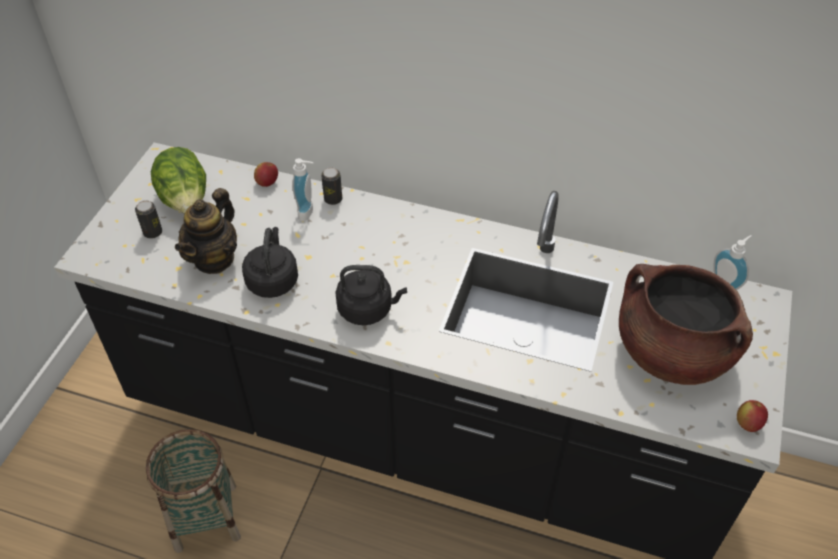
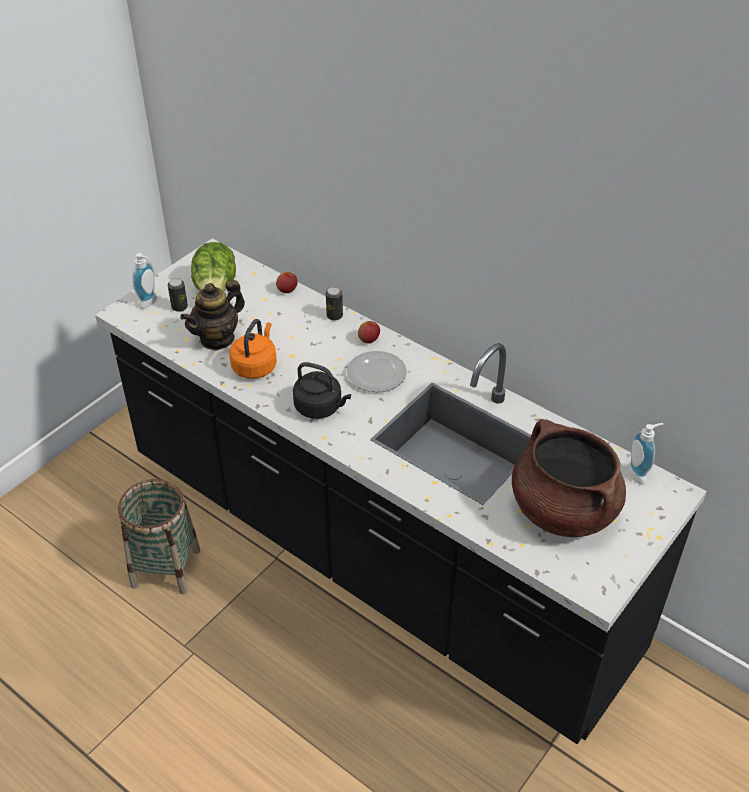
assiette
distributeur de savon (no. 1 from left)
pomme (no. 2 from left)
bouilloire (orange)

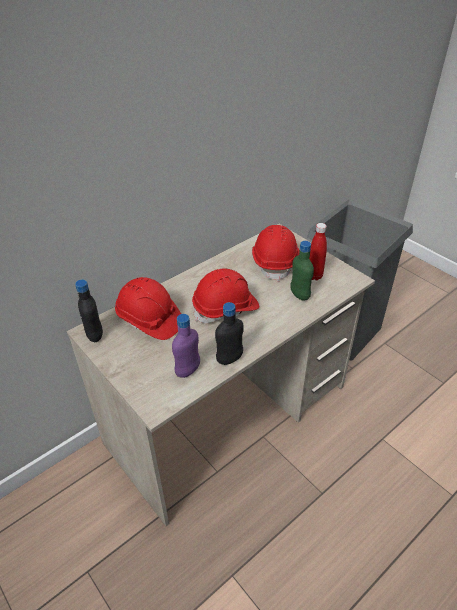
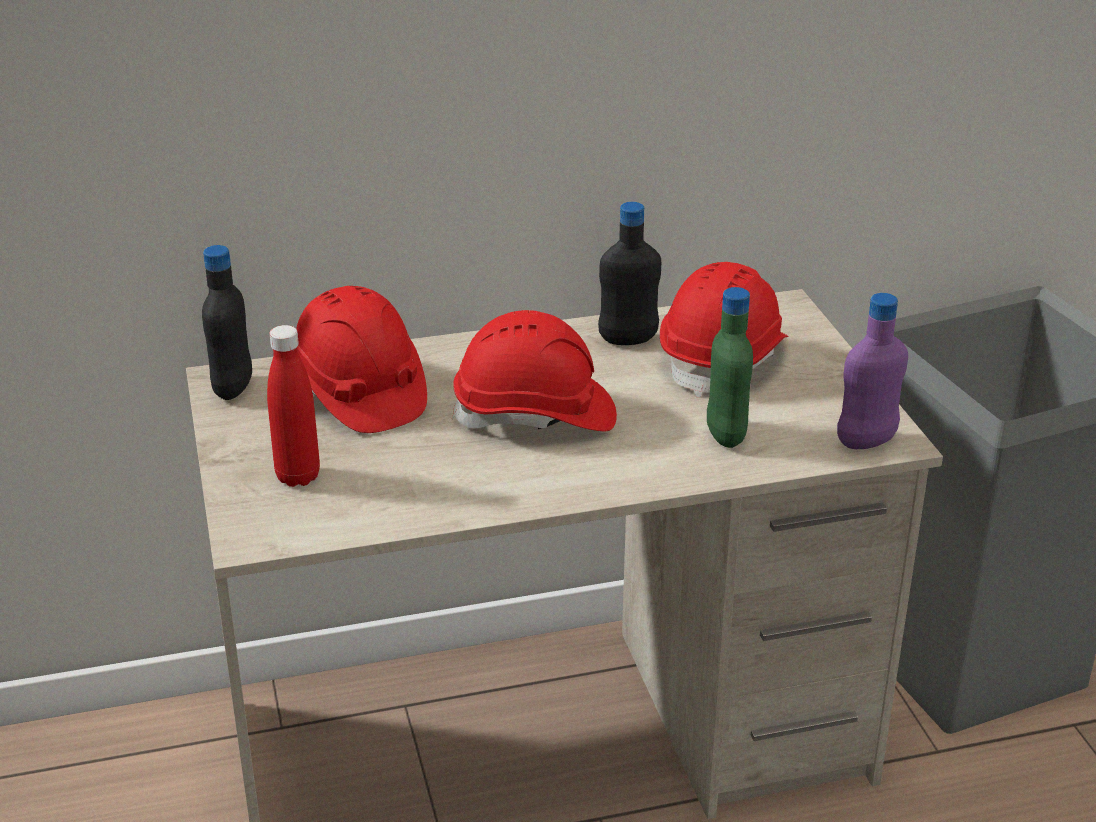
bouteille (violet)
bouteille (noir) (no. 2 from left)
bouteille (rouge)

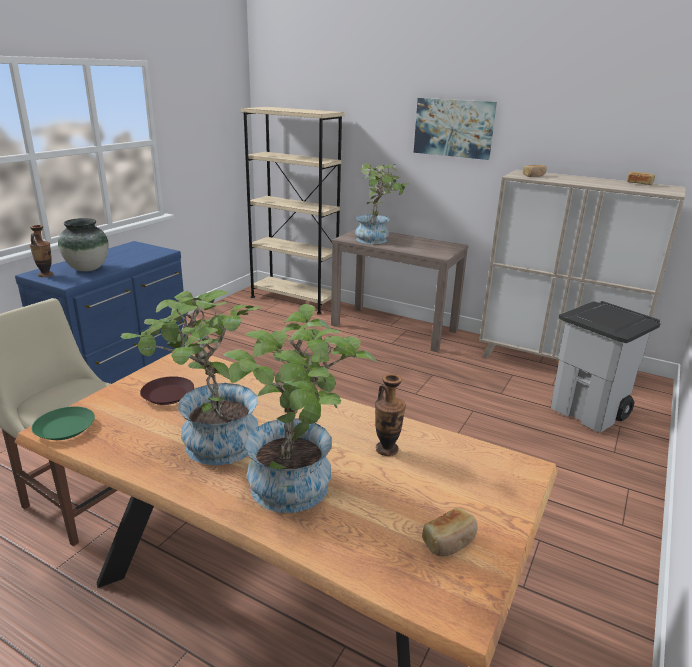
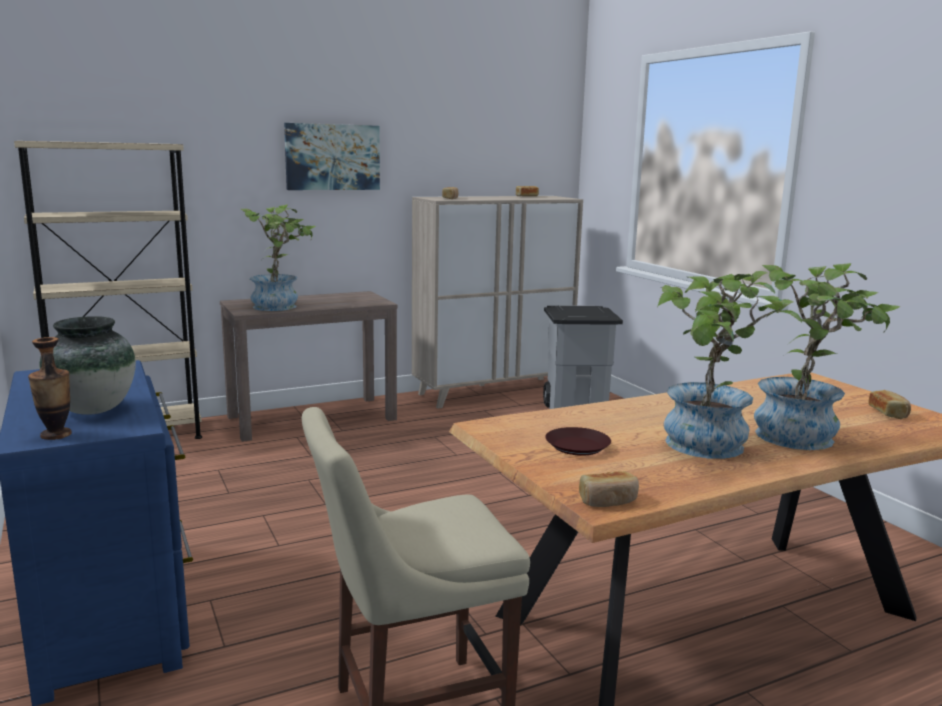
vase (no. 3 from left in the first image)
pain (no. 3 from left)

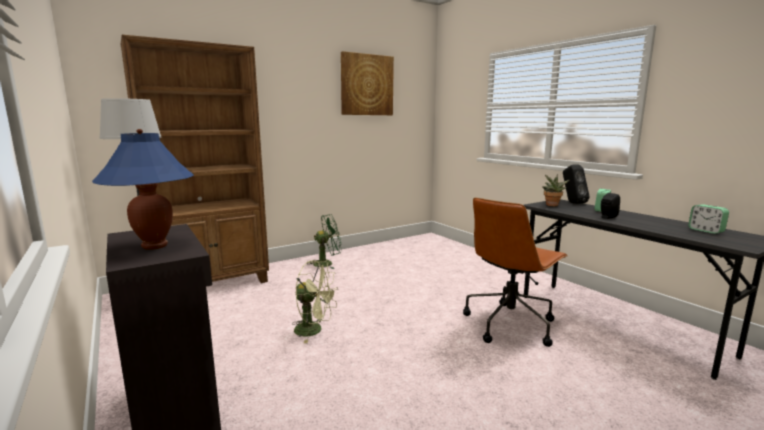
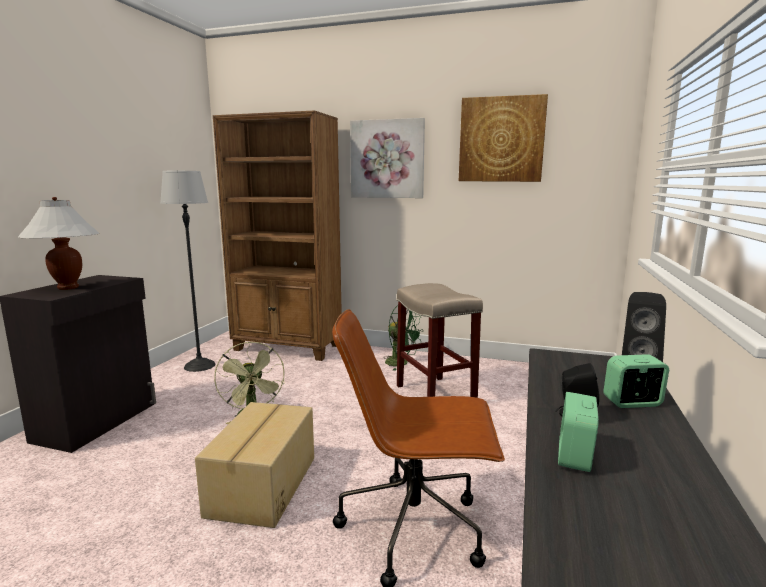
plante en pot
carton
tableau (no. 1 from left)
tabouret (beige)
réveil (no. 1 from left)
lampe de table (blanc)

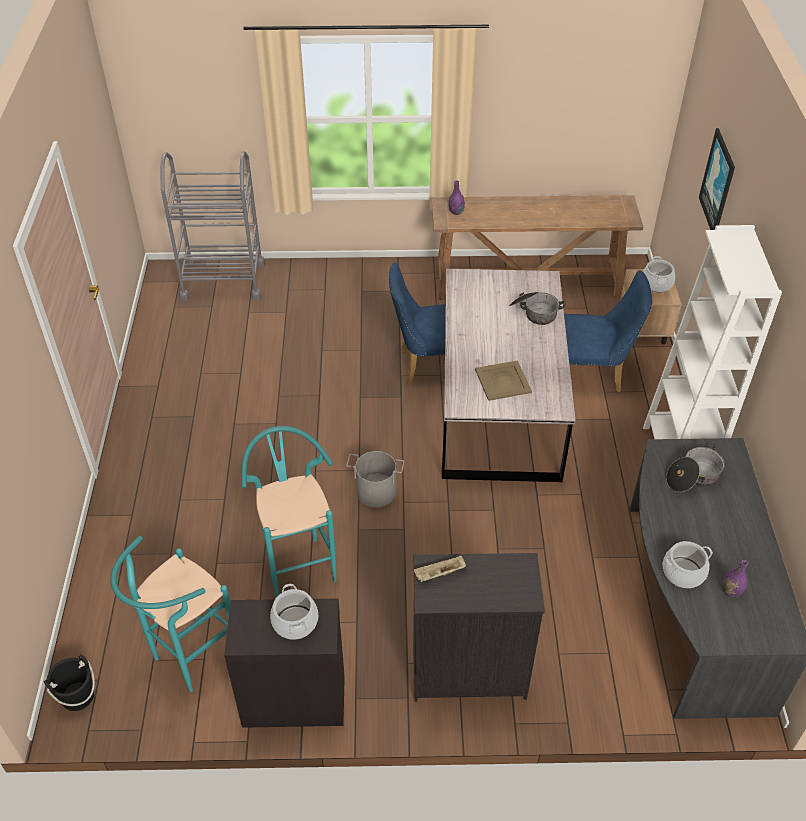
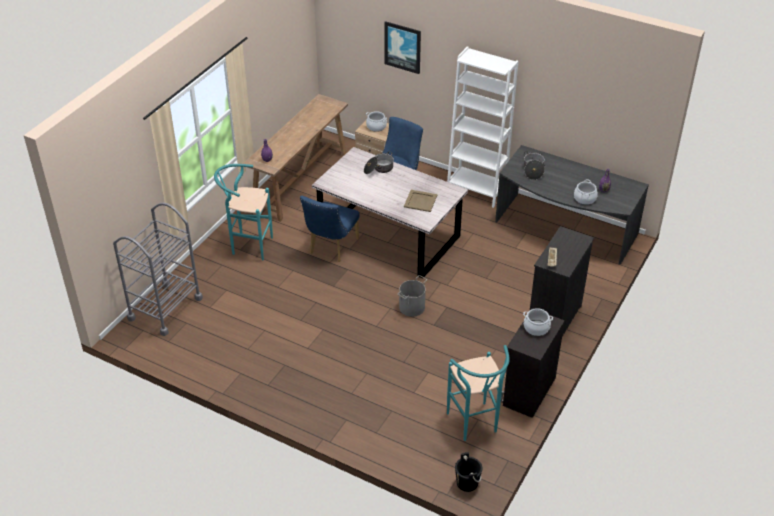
tabouret (turquoise) (no. 1 from left)

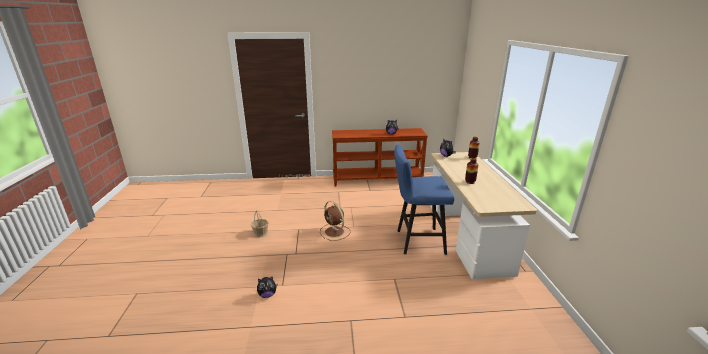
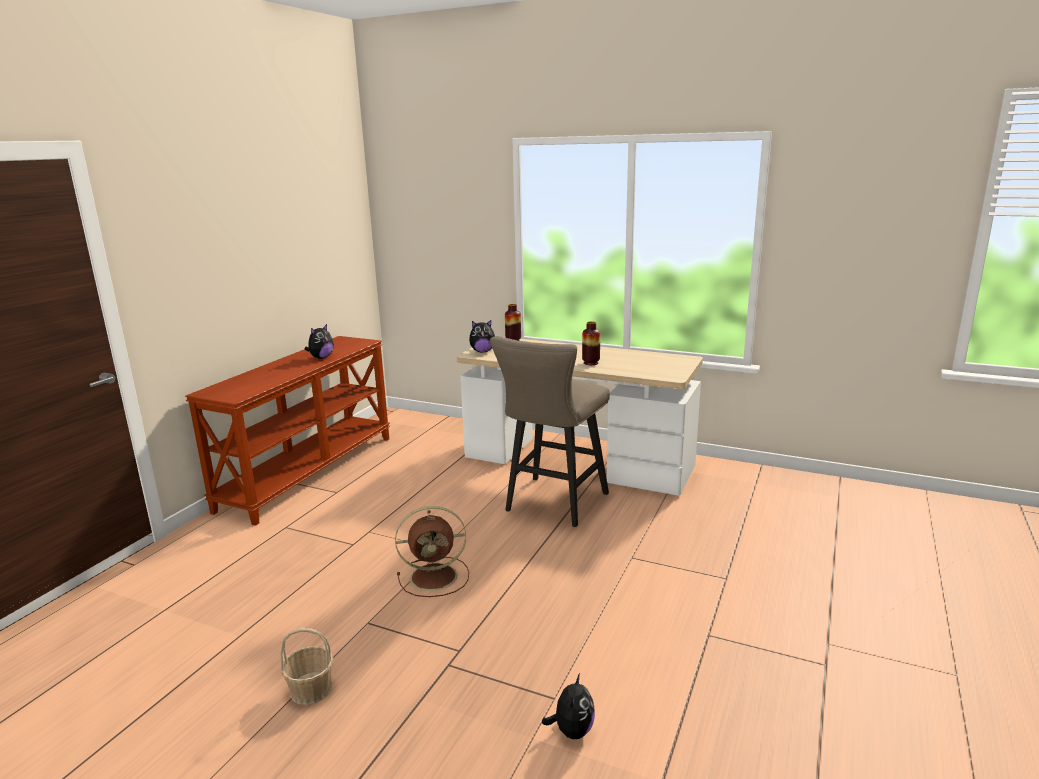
tabouret (beige)

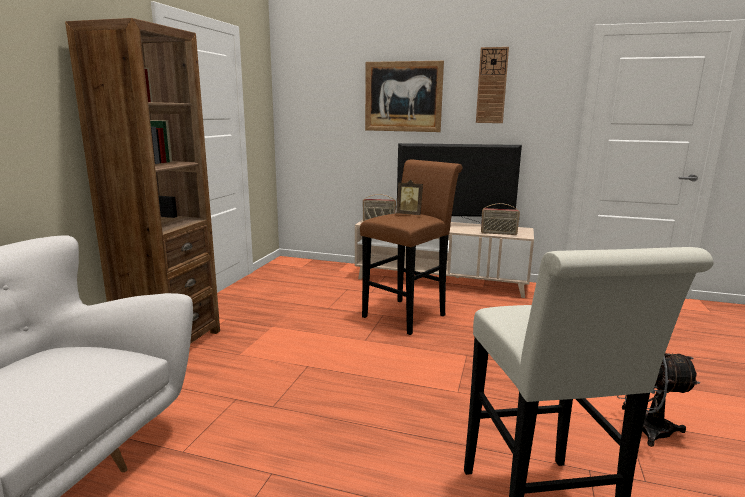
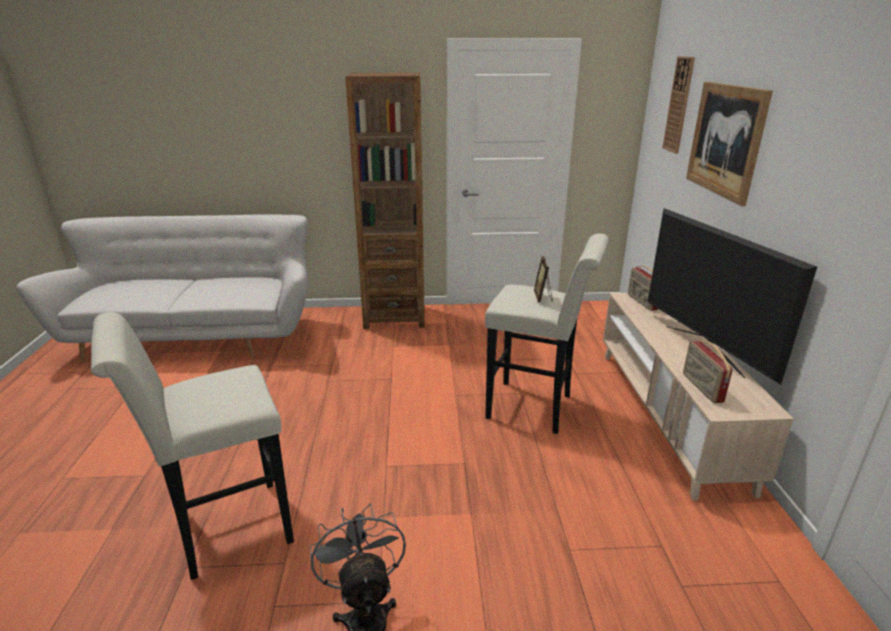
horloge murale
tabouret (blanc) (no. 2 from left)

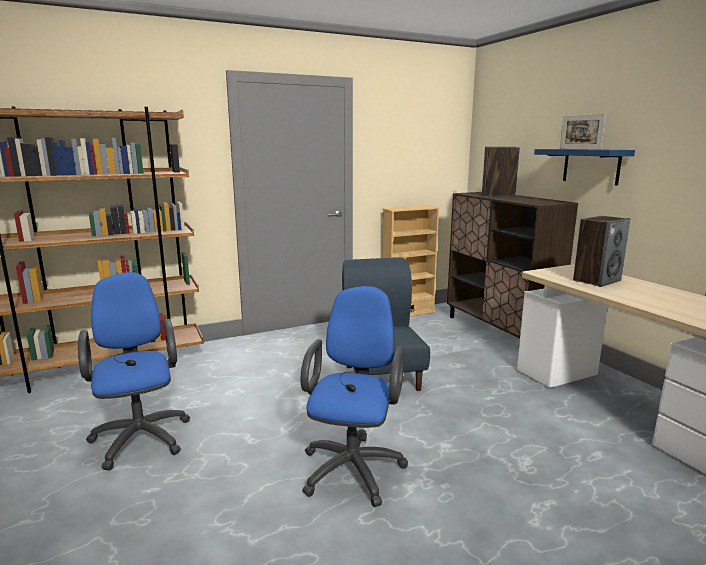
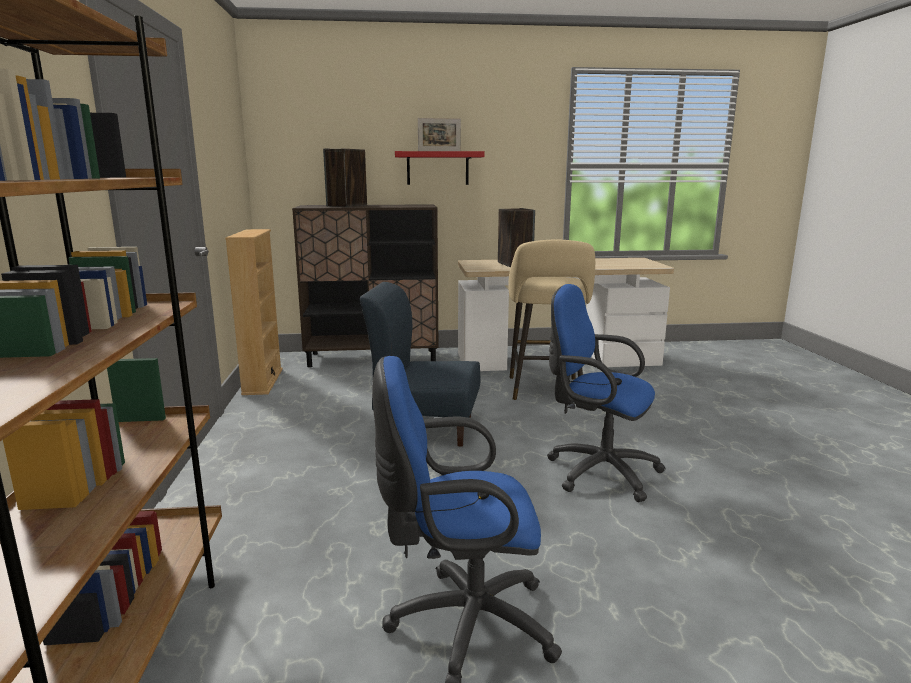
tabouret (beige)
étagère (rouge)

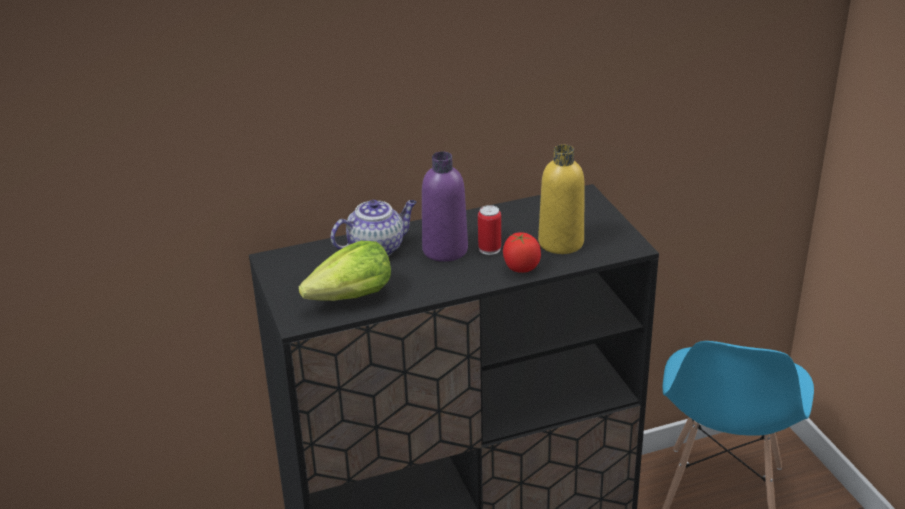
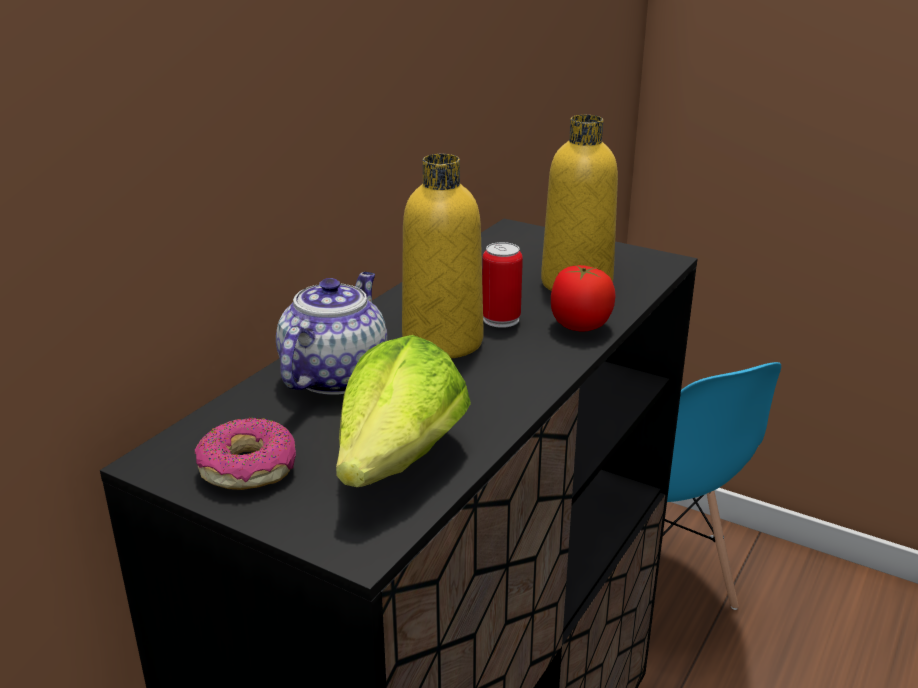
beignet
bouteille (jaune) (no. 1 from left)

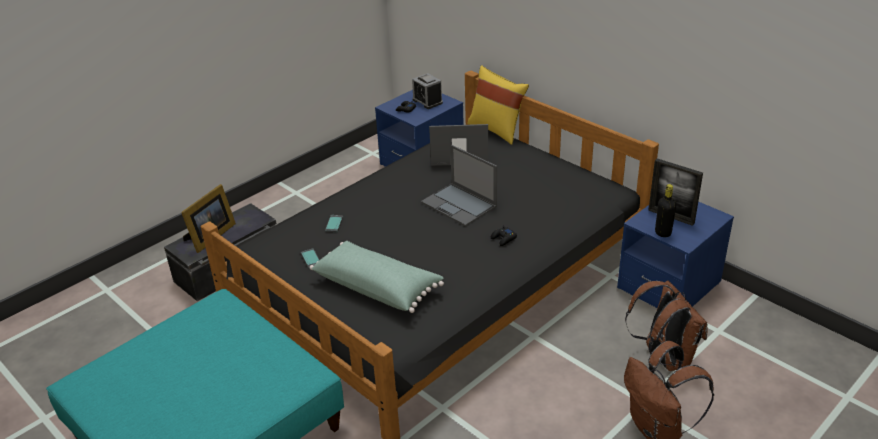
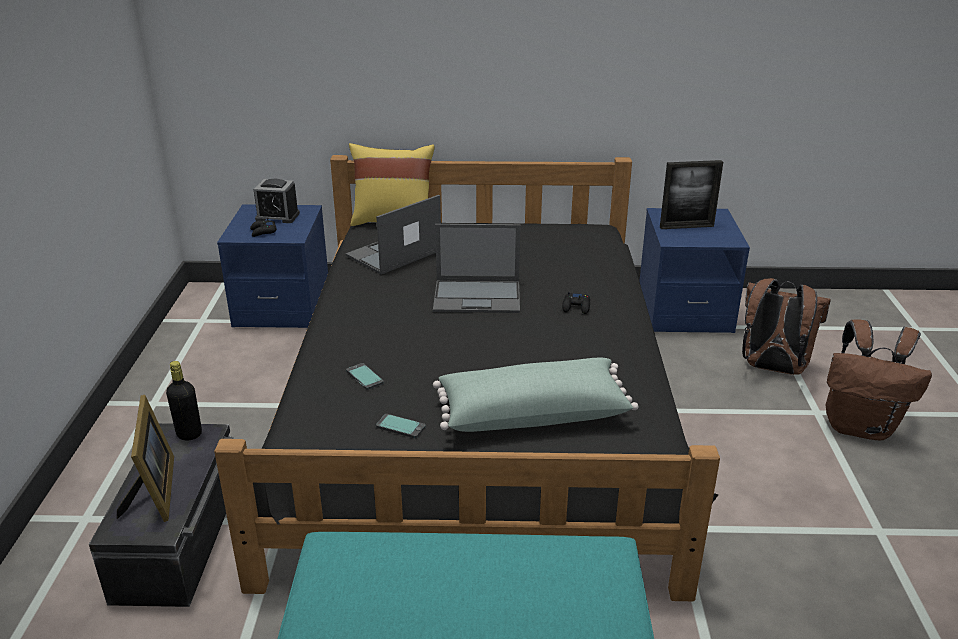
bouteille (noir)

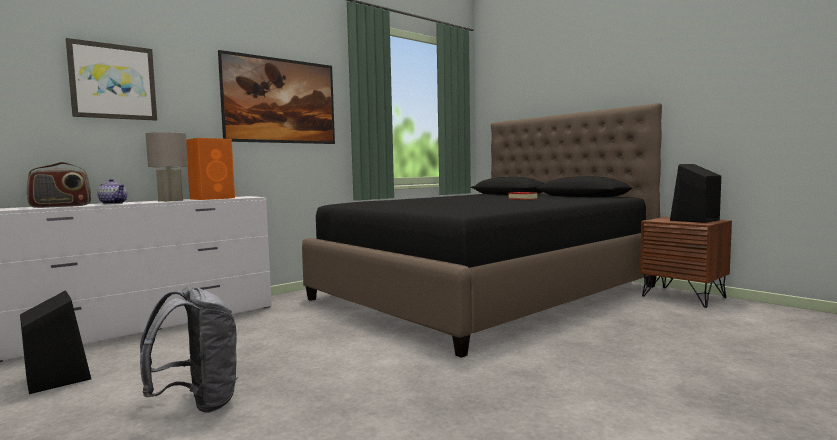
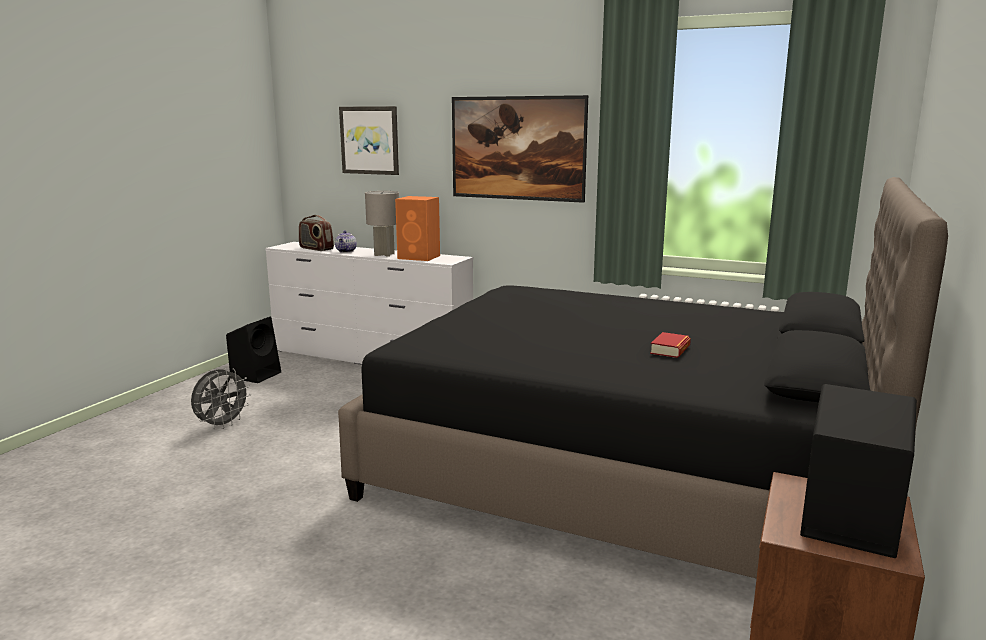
ventilateur (gris)

